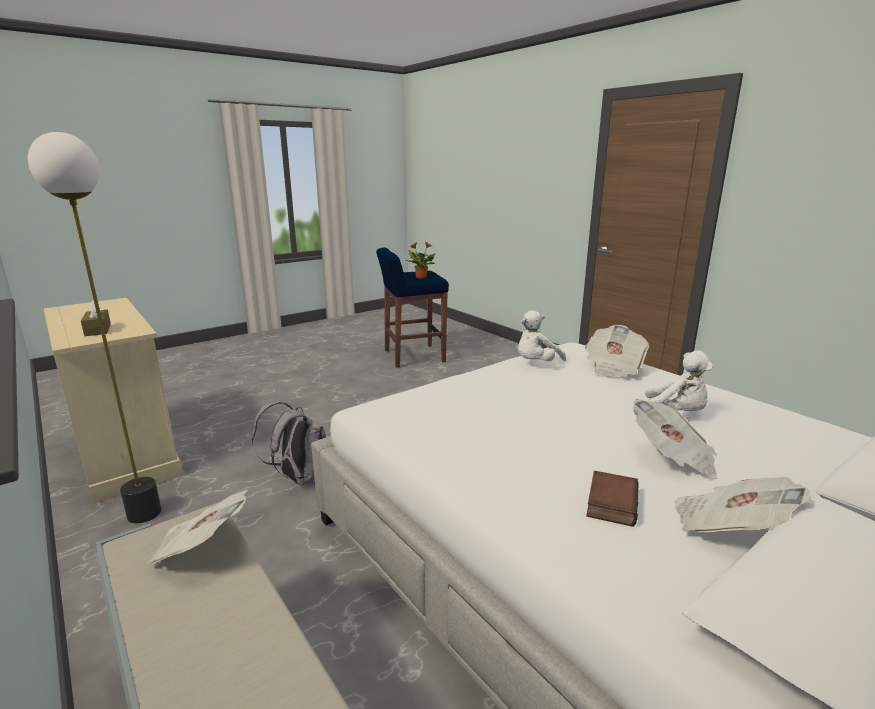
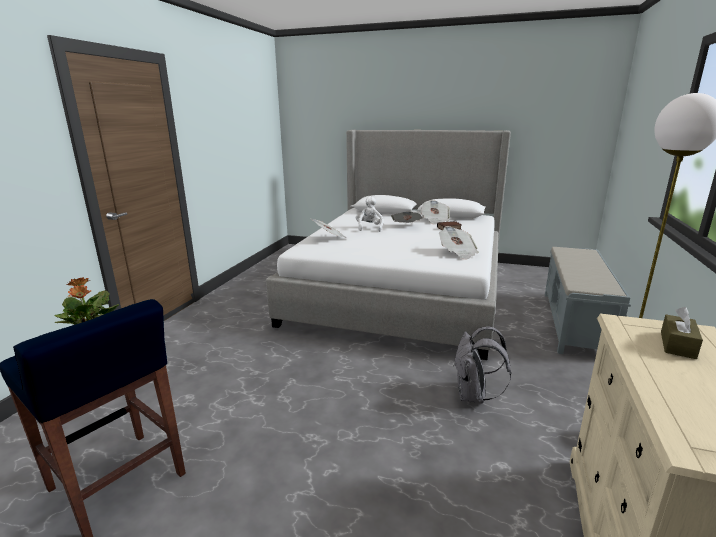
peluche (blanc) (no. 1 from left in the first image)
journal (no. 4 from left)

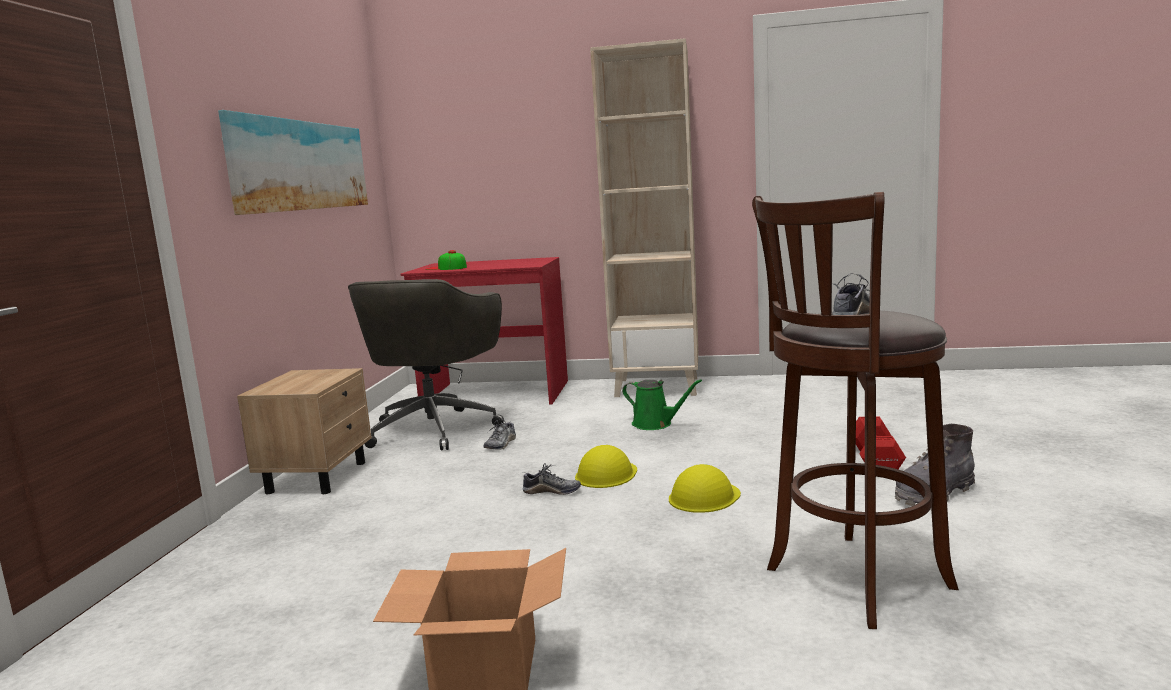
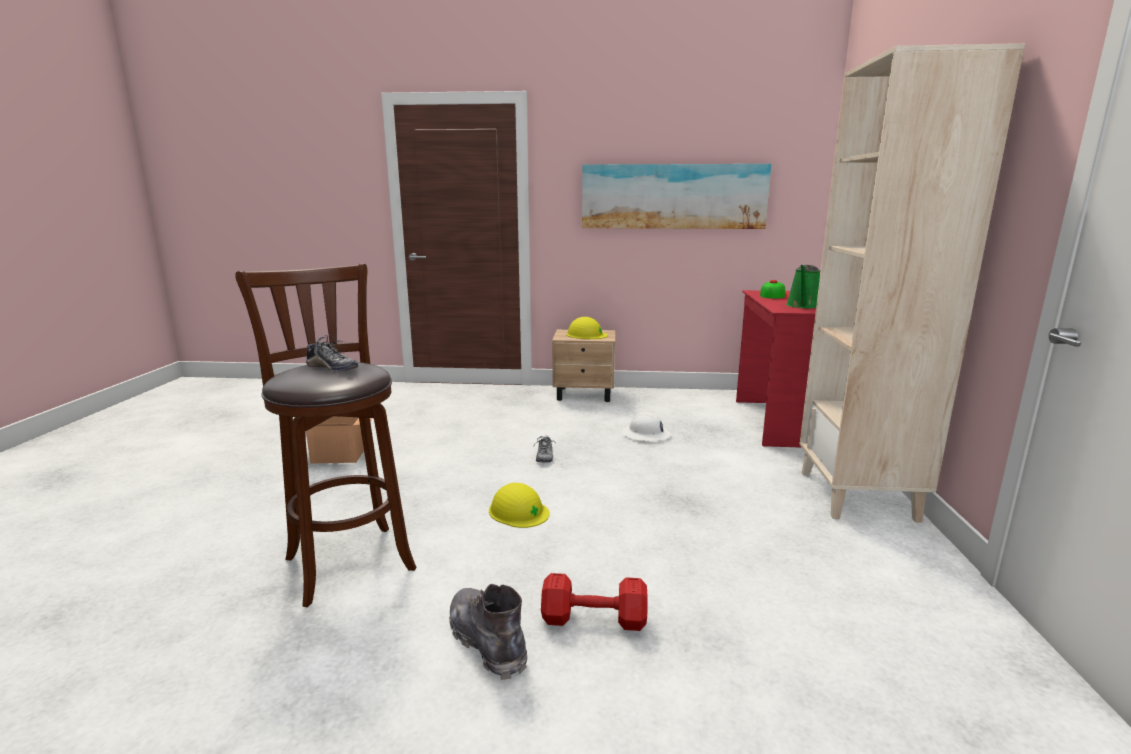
chaise de bureau (gris)
casque de chantier (jaune) (no. 2 from left)
arrosoir (vert)
casque de chantier (blanc)

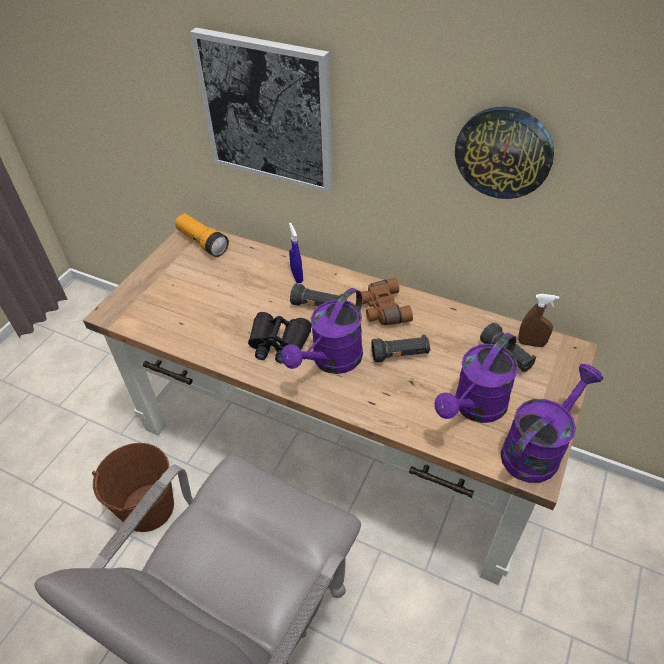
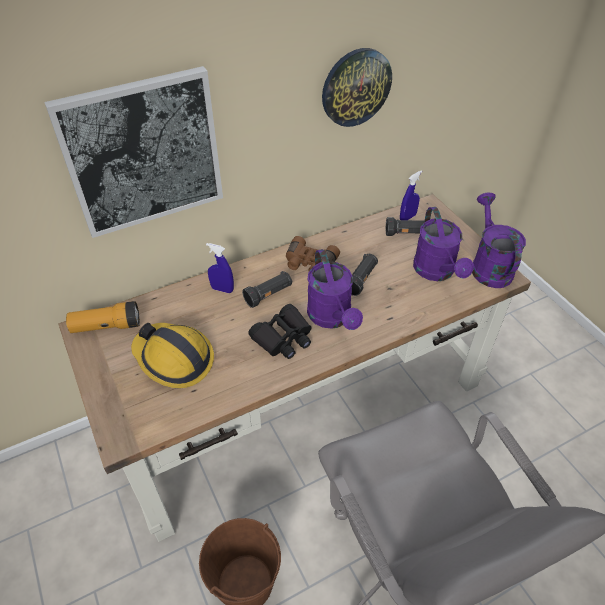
casque de chantier
vaporisateur (bleu) (no. 2 from left)

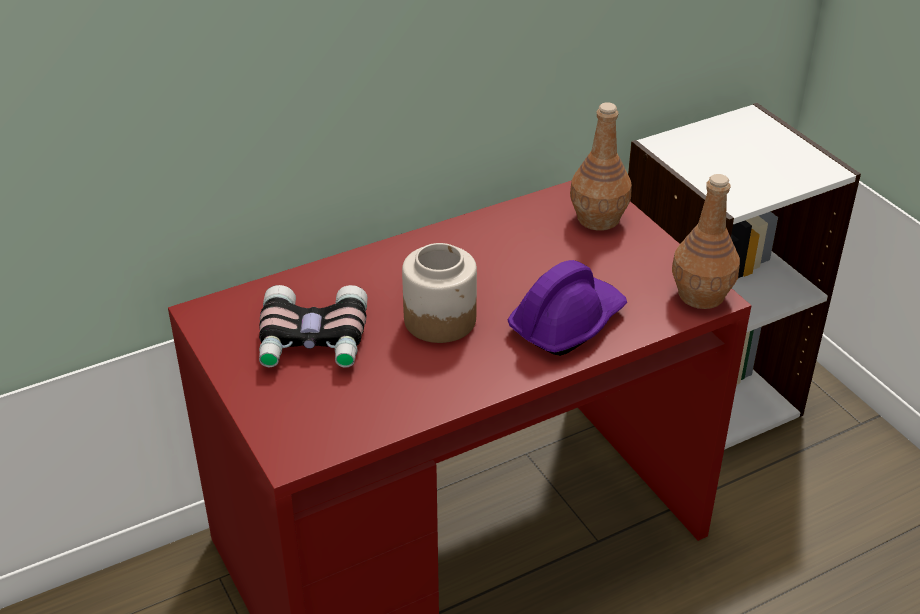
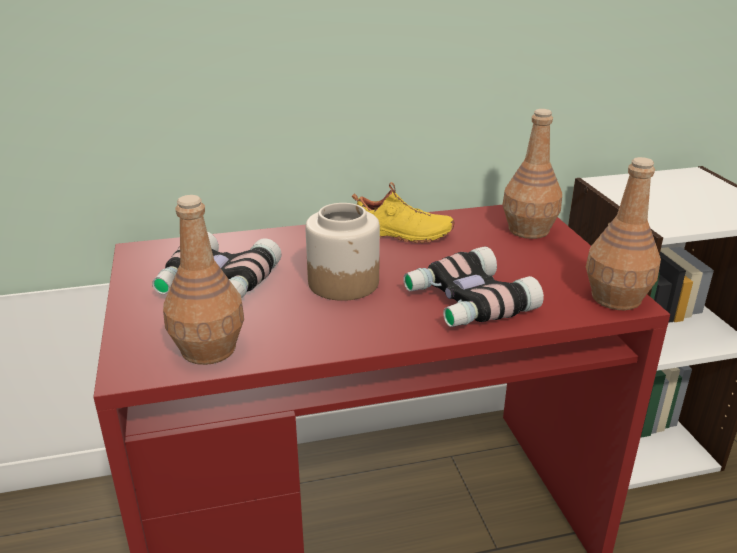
bouteille (marron) (no. 1 from left)
chaussure (jaune)
jumelles (no. 2 from left)

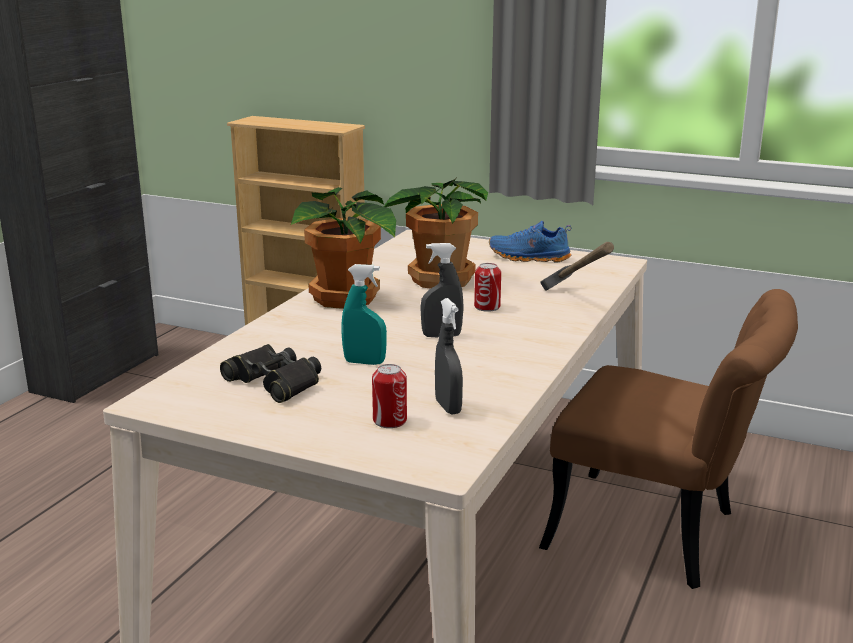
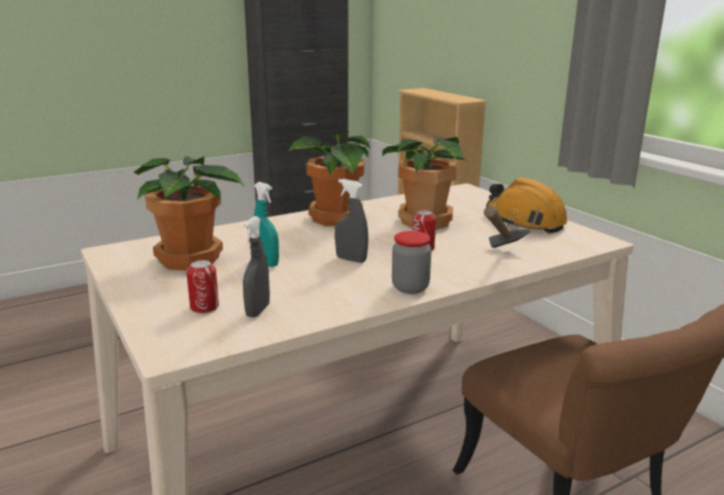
bocal
plante en pot (no. 1 from left)
casque de chantier (orange)

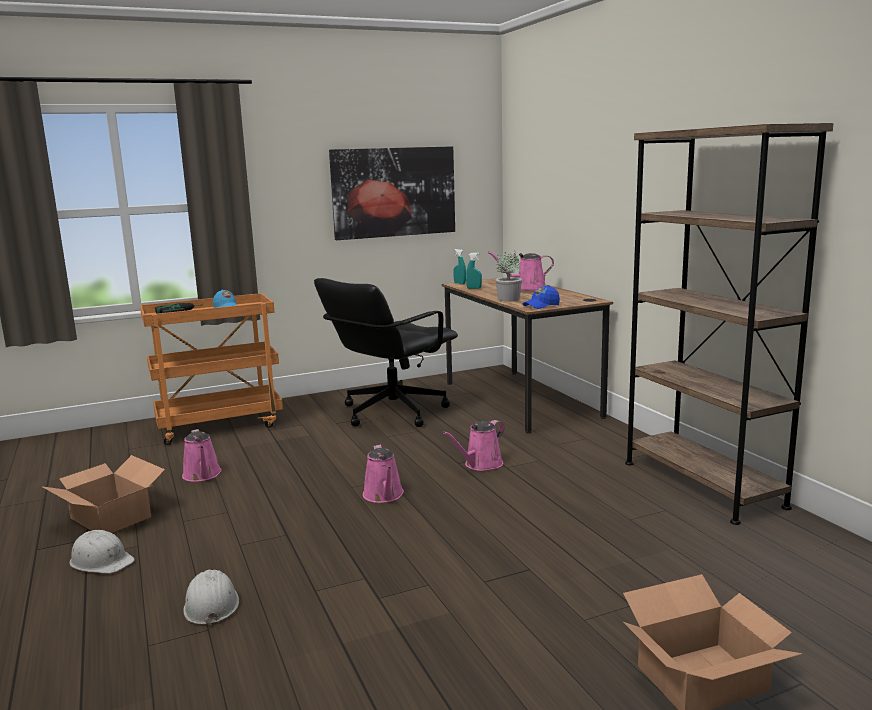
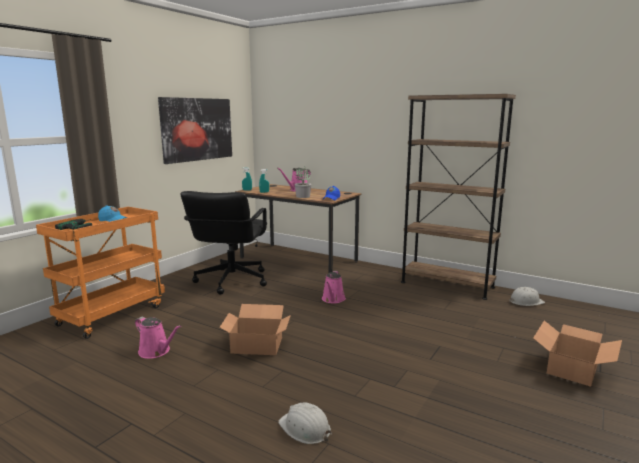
arrosoir (rose) (no. 2 from left in the first image)
carton (no. 1 from left)
casque de chantier (blanc) (no. 2 from left)

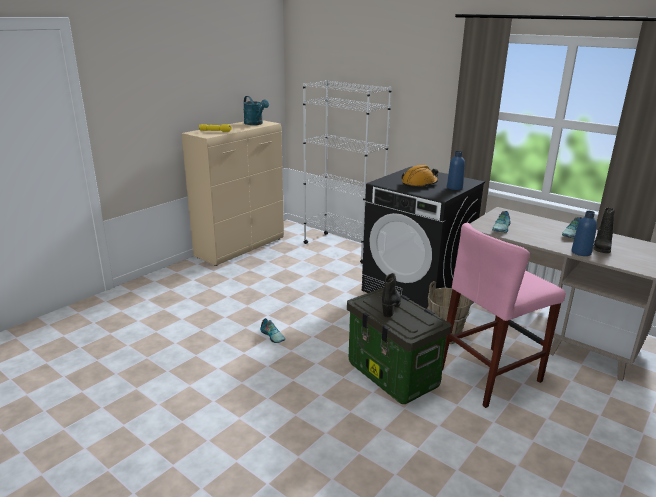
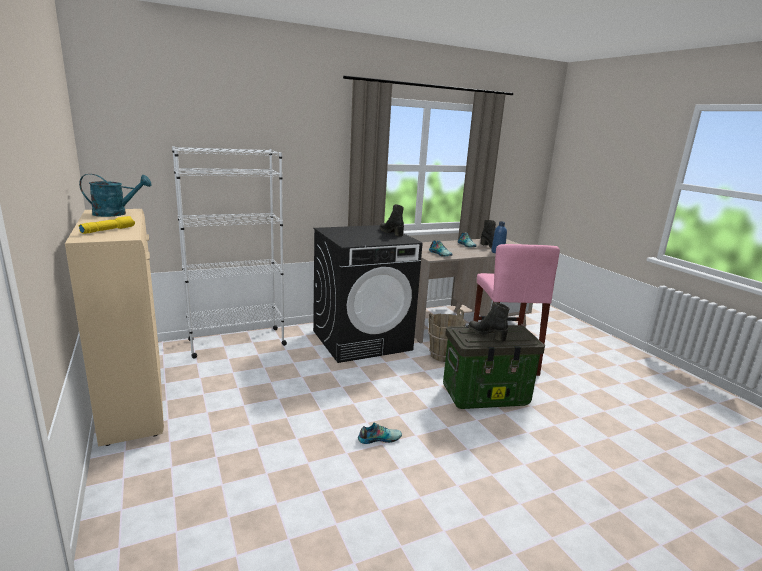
casque de chantier (orange)
botte (noir) (no. 1 from left)

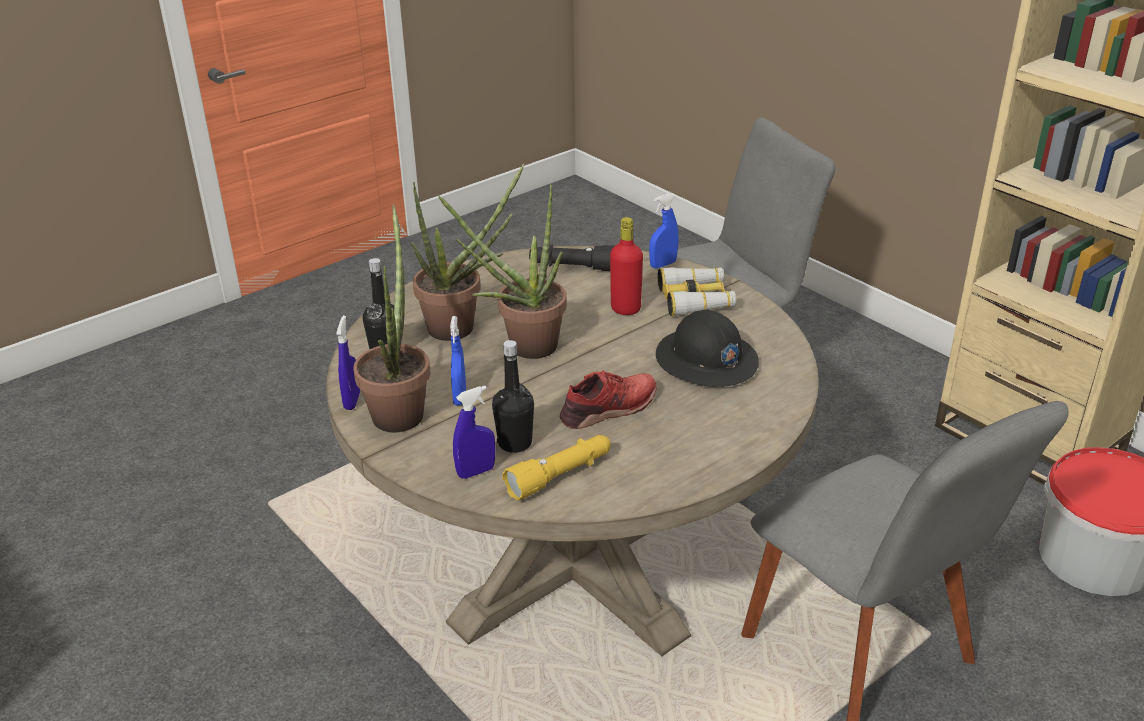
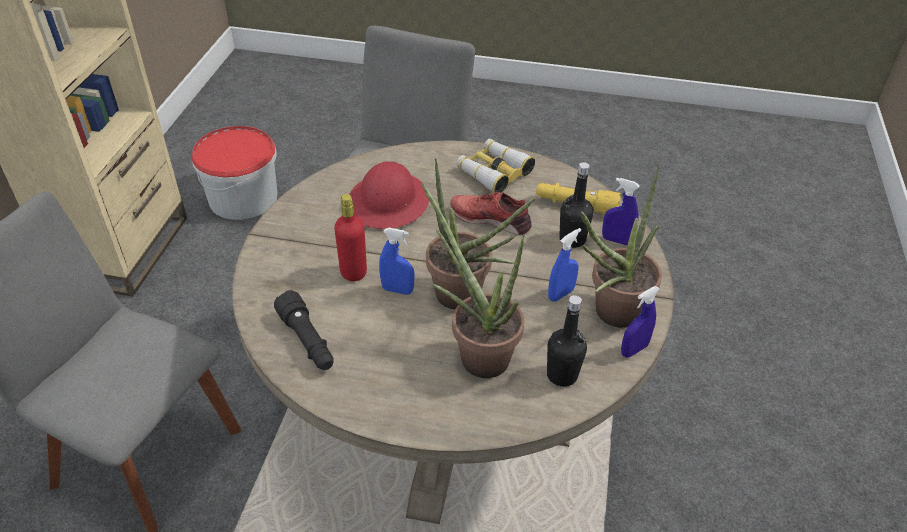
vaporisateur (bleu) (no. 1 from left)
jumelles
casque de chantier (rouge)

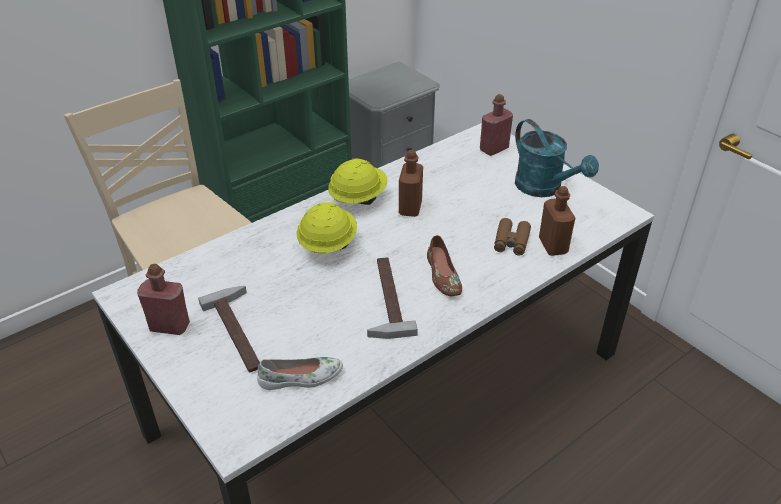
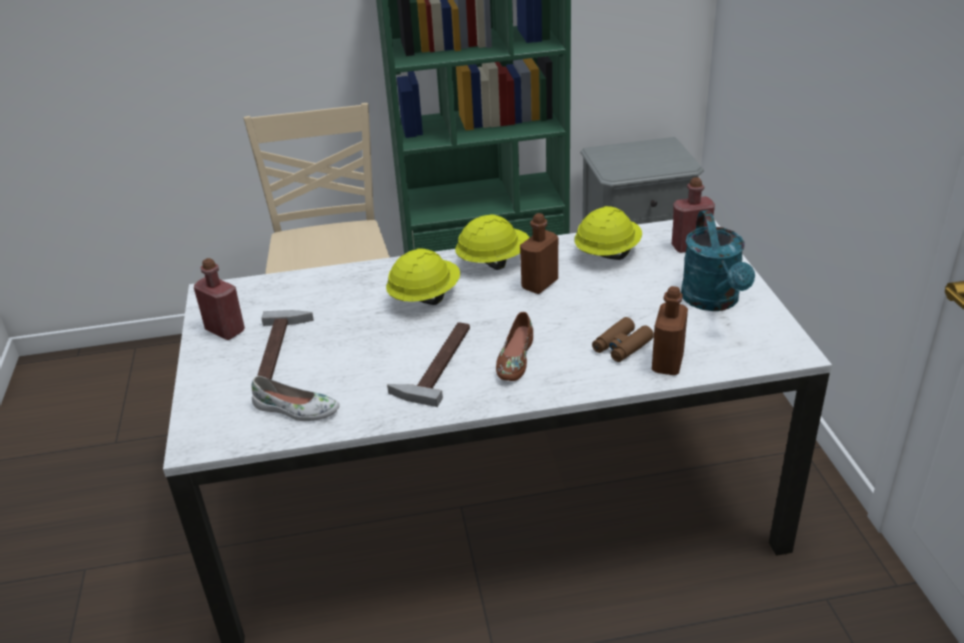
casque de chantier (jaune) (no. 3 from left)

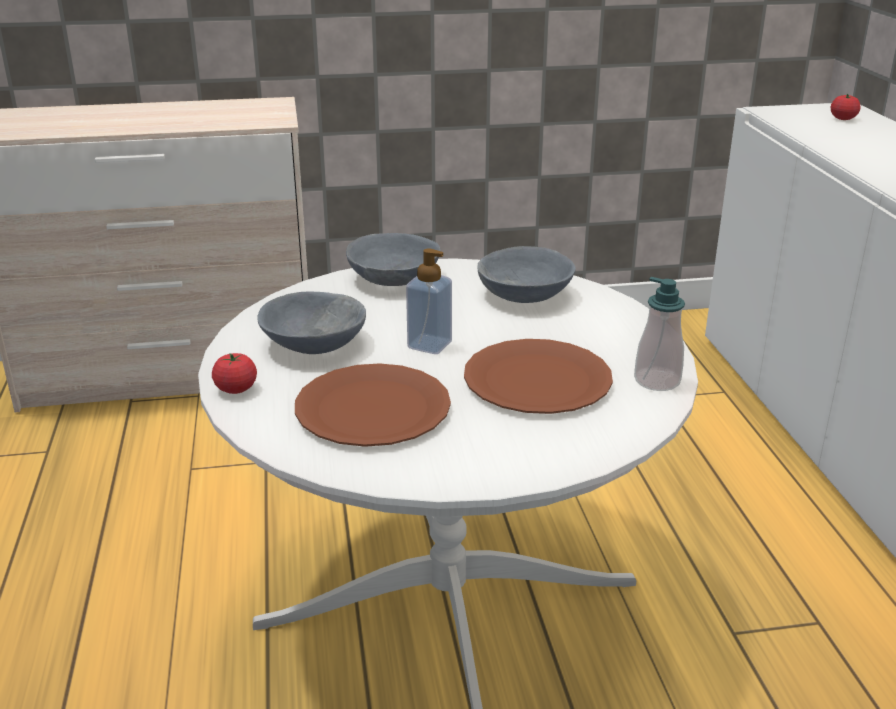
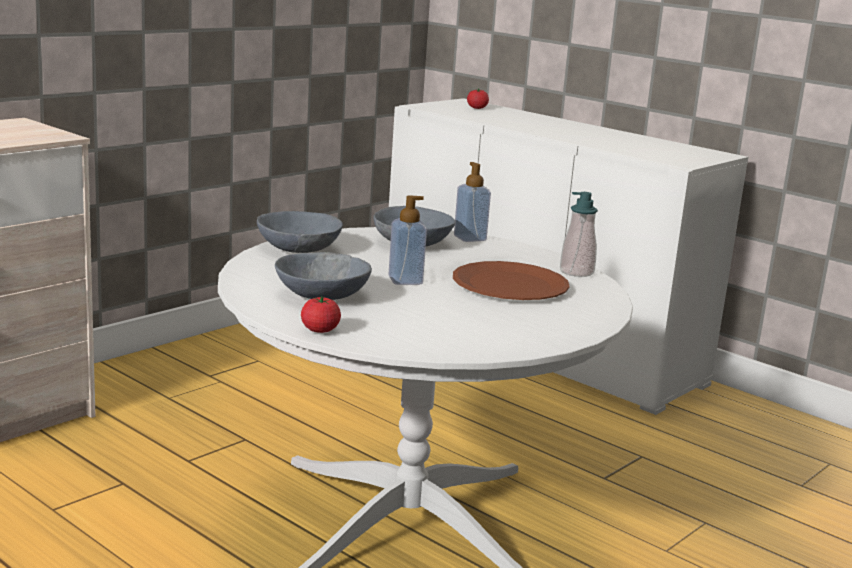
assiette (marron) (no. 1 from left in the first image)
distributeur de savon (no. 2 from left)

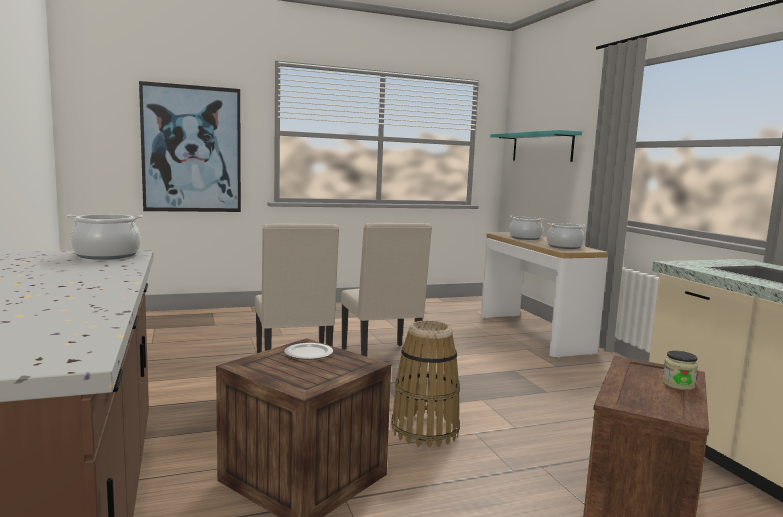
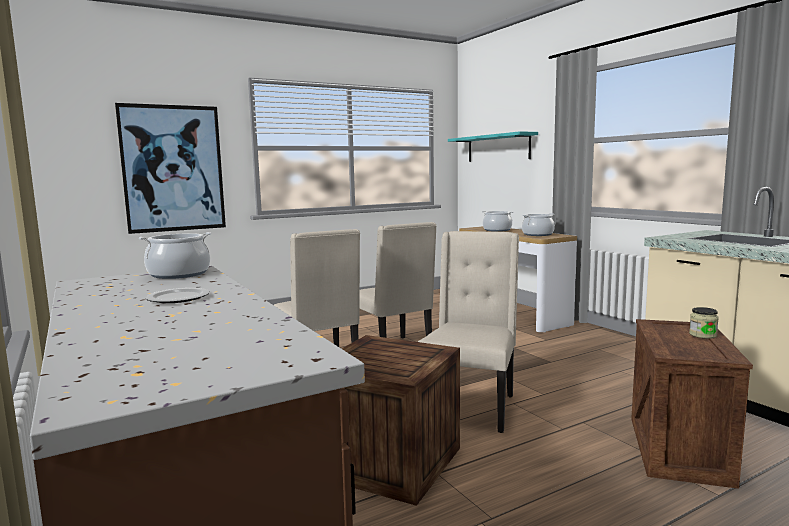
assiette
chaise (beige) (no. 3 from left)

